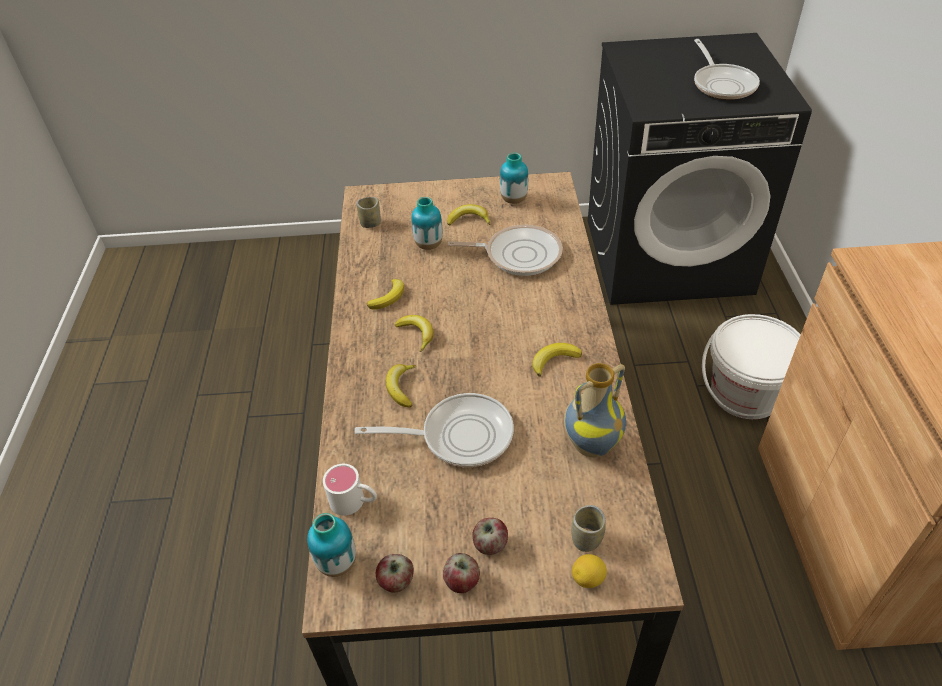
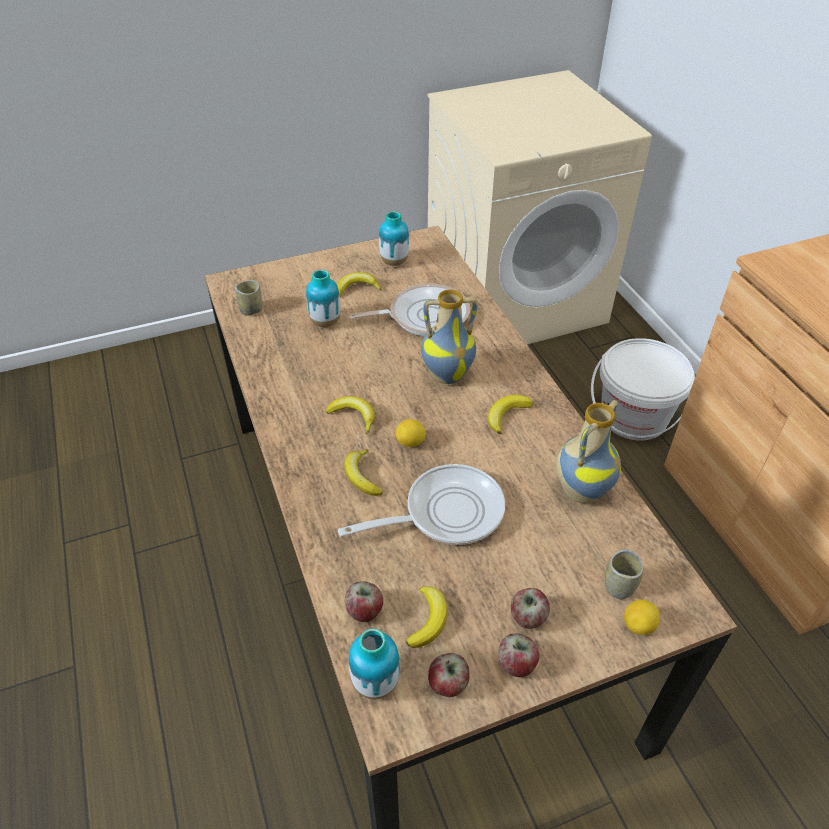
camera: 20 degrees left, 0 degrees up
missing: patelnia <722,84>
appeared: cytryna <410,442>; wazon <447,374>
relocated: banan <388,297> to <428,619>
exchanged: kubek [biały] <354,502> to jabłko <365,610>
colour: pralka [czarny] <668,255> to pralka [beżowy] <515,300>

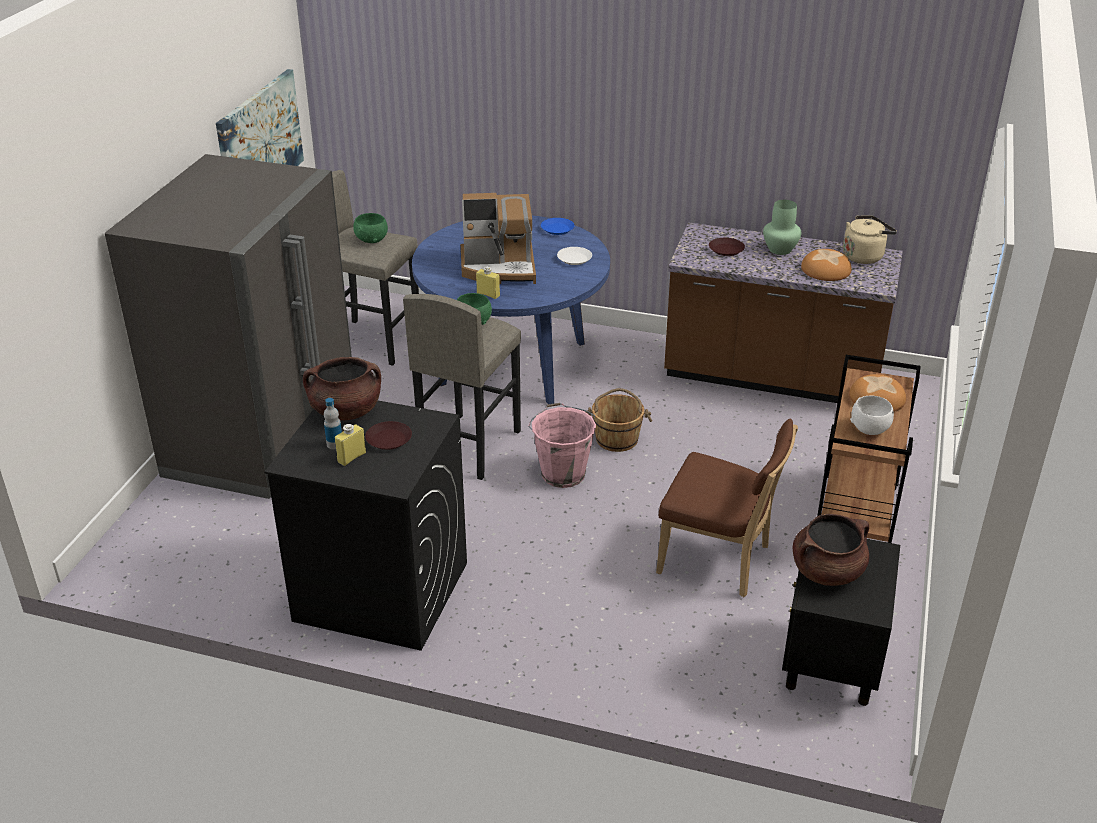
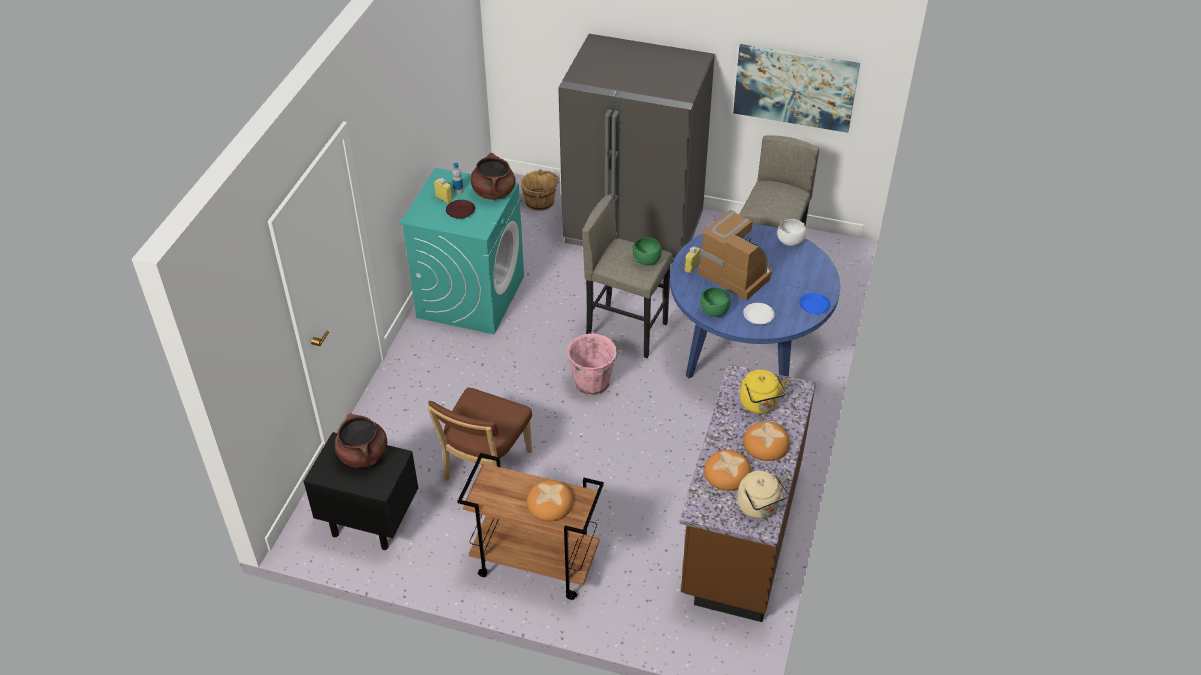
camera: 90 degrees right, 10 degrees up
relocated: miska [zielony] <372,240> to <714,311>; wiadro [brązowy] <617,438> to <540,201>; miska [biały] <870,429> to <789,241>
exchanged: talerz [brązowy] <726,250> to czajnik [żółty] <760,404>; wazon [zielony] <780,249> to chleb <766,444>
colour: pralka [czarny] <380,592> to pralka [turkusowy] <470,296>
spun: ekspres do kawy <499,268> = <736,272> 135 degrees clockwise

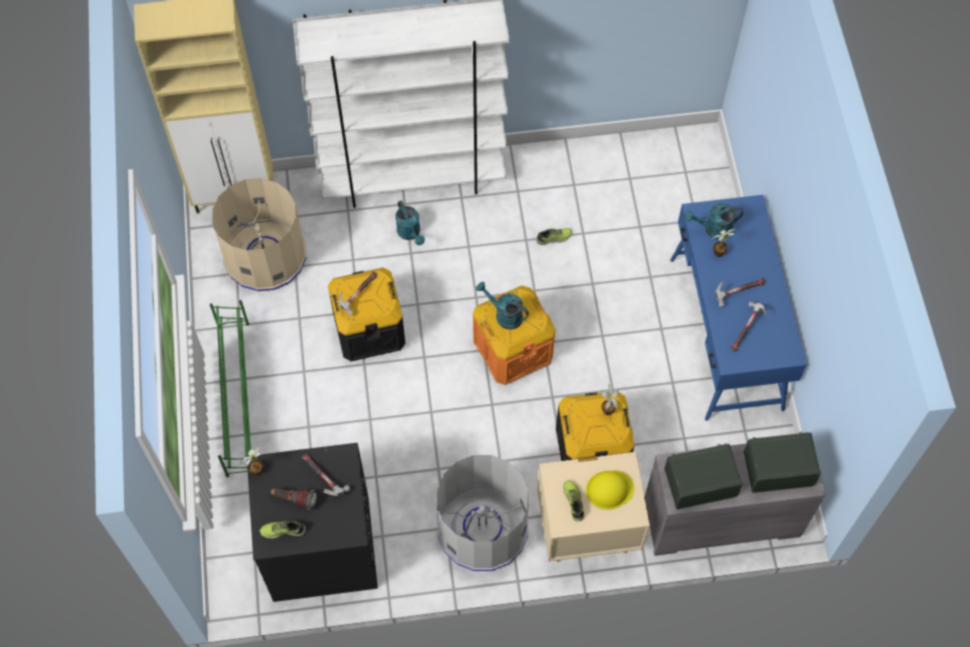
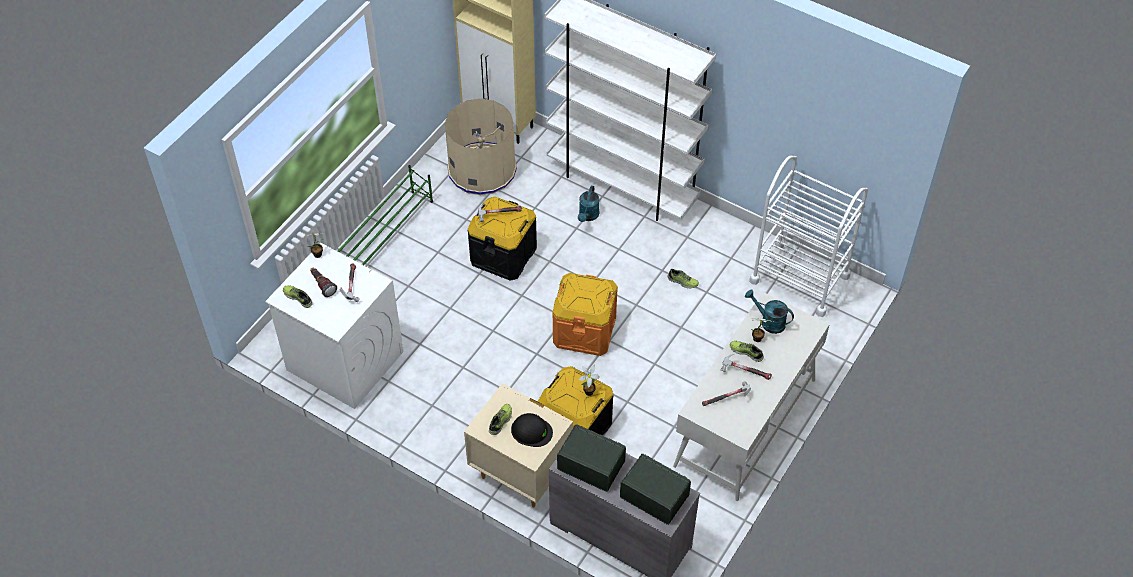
camera: 40 degrees right, 10 degrees down
missing: kosz na śmieci [szary] <482,528>; konewka [turkusowy] <504,315>
appeared: but <746,352>; wózek [biały] <799,278>
colour: pralka [czarny] <320,548> to pralka [biały] <344,360>; kask [żółty] <609,489> to kask [czarny] <531,431>; biurko [niebieski] <725,333> to biurko [biały] <745,422>

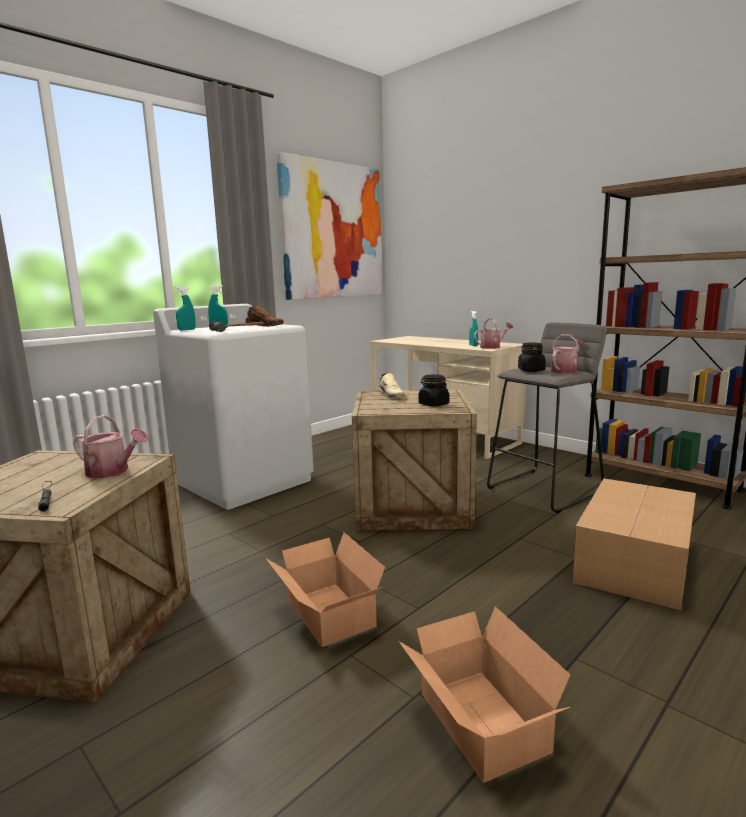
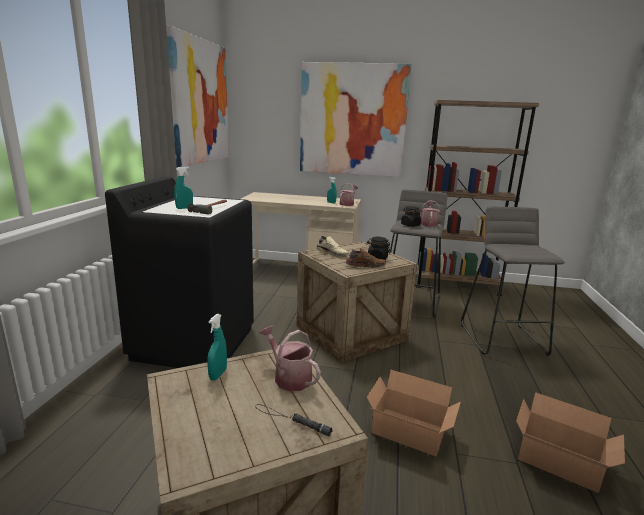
camera: 35 degrees left, 5 degrees up
appeared: obraz <352,120>
relocated: spryskiwacz [turkusowy] <187,330> to <218,375>; but [brązowy] <265,325> to <365,265>
exchanged: karton <635,561> to stołek [szary] <503,339>
colour: pralka [biały] <244,481> to pralka [czarny] <195,342>
spun: konewka <112,472> = <289,377> 120 degrees counterclockwise

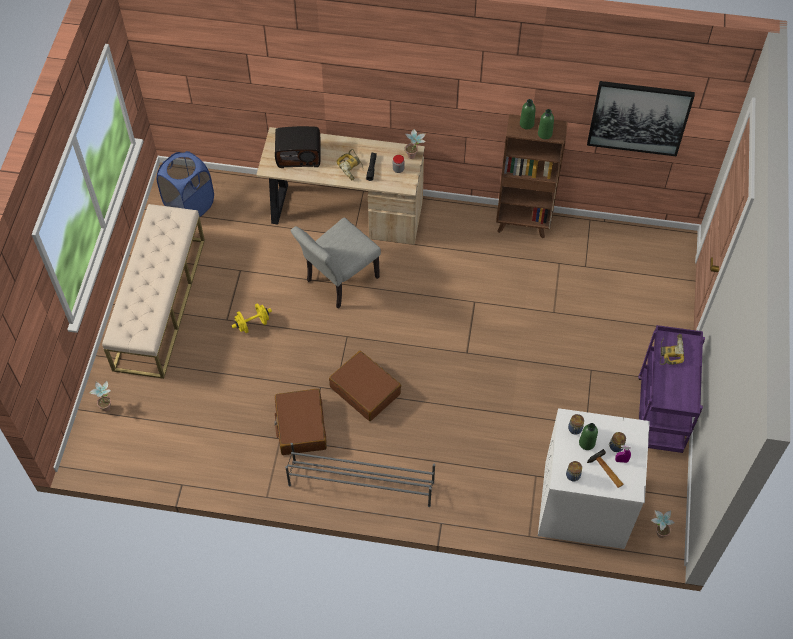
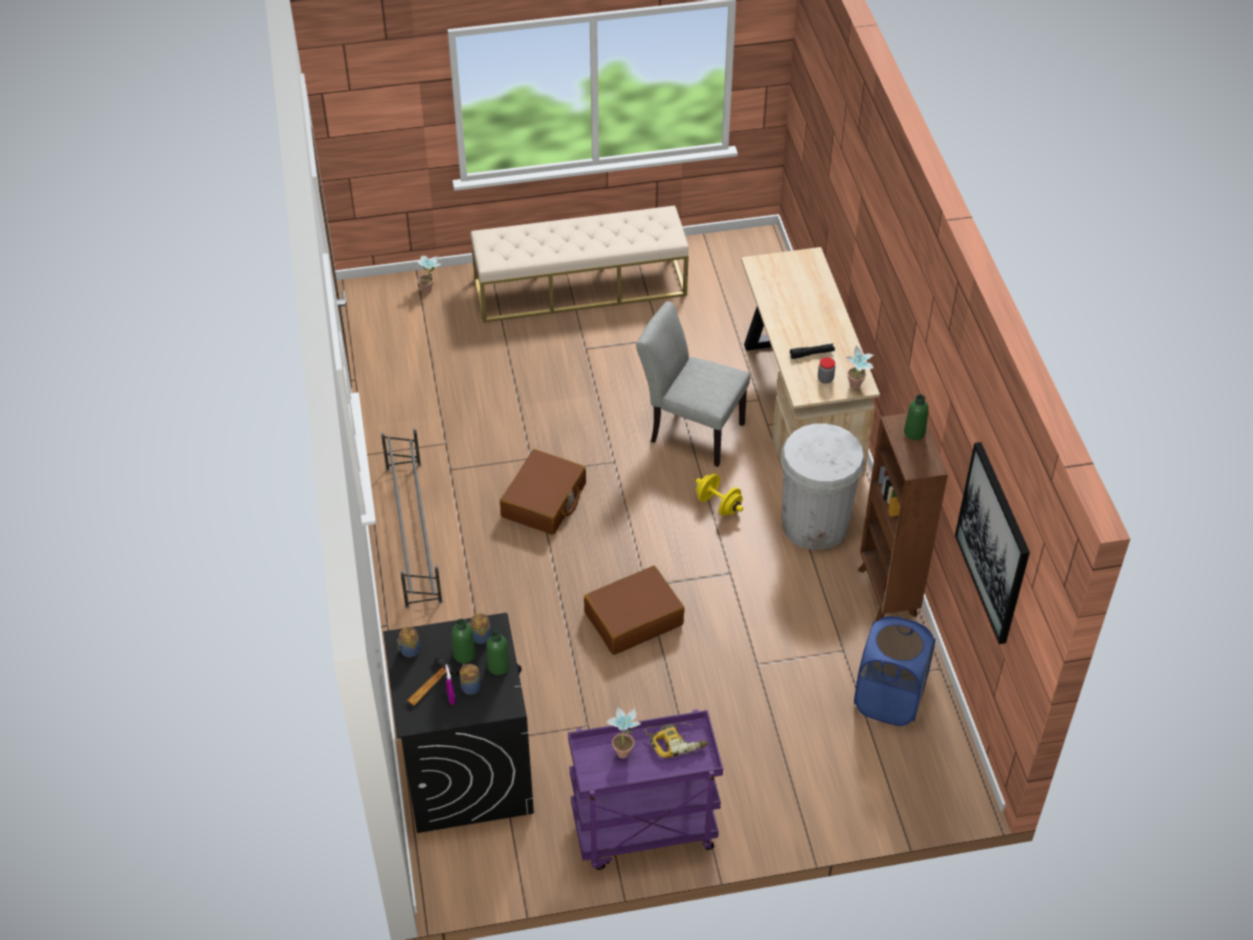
camera: 70 degrees right, 10 degrees down
missing: radio <299,155>; wiertarka <351,167>
appeared: kosz na śmieci [biały] <815,524>
relocated: kosz na pranie [niebieski] <190,206> to <889,699>; hantel [żółty] <252,324> to <718,505>; walizka [brązowy] <300,426> to <633,618>; butelka [zielony] <545,134> to <498,666>; roślina doniczkowa <658,532> to <624,749>
colour: pralka [biały] <583,504> to pralka [czarny] <467,770>

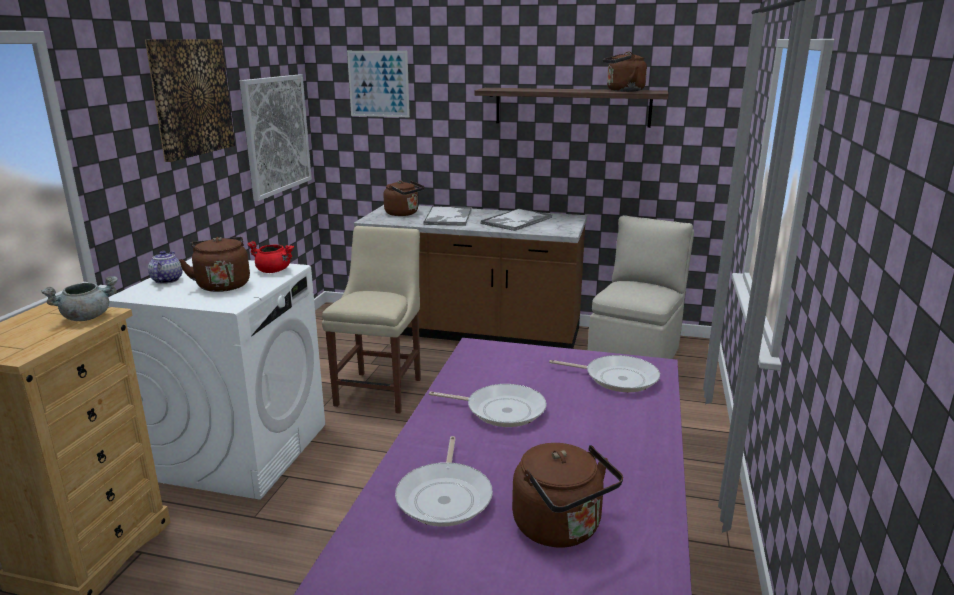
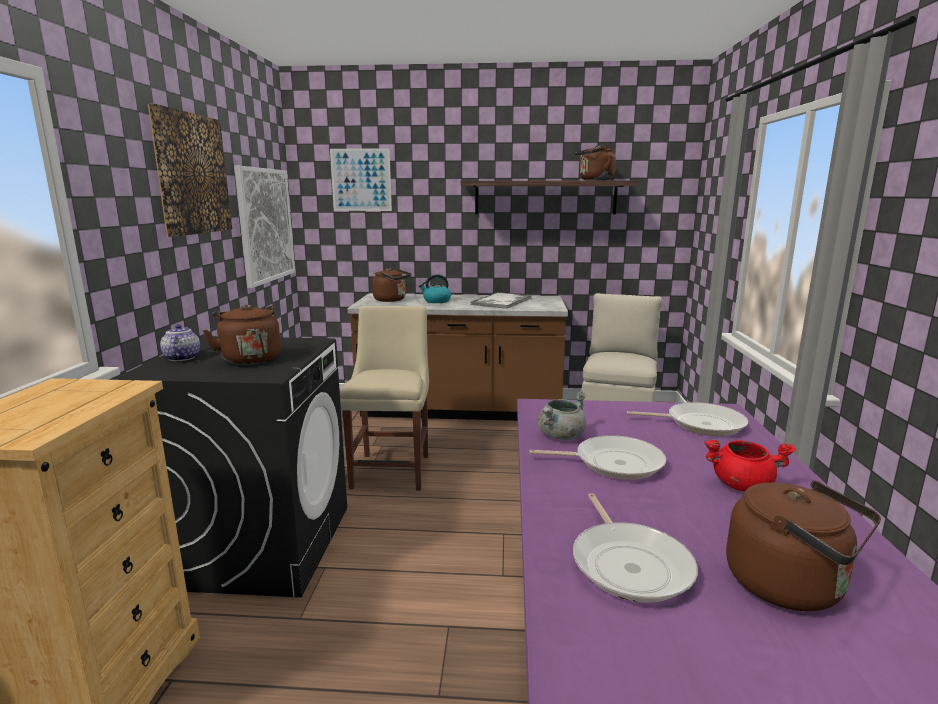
camera: 10 degrees left, 5 degrees down
relocated: garnek [szary] <87,317> to <561,435>; garnek [czerwony] <274,271> to <742,485>
exchanged: taca <448,217> to czajnik <436,301>
colour: pralka [biały] <240,450> to pralka [czarny] <261,544>

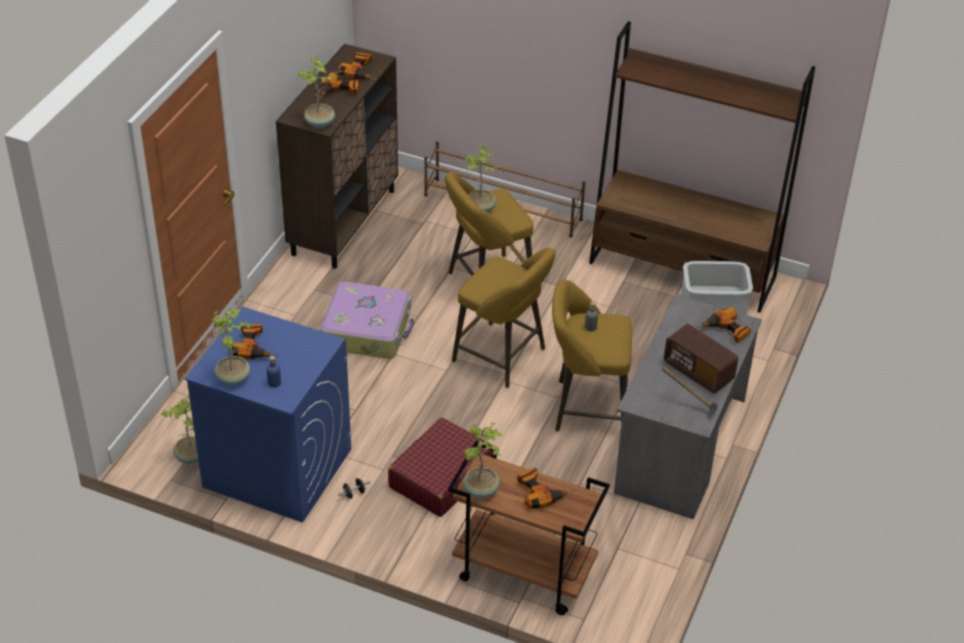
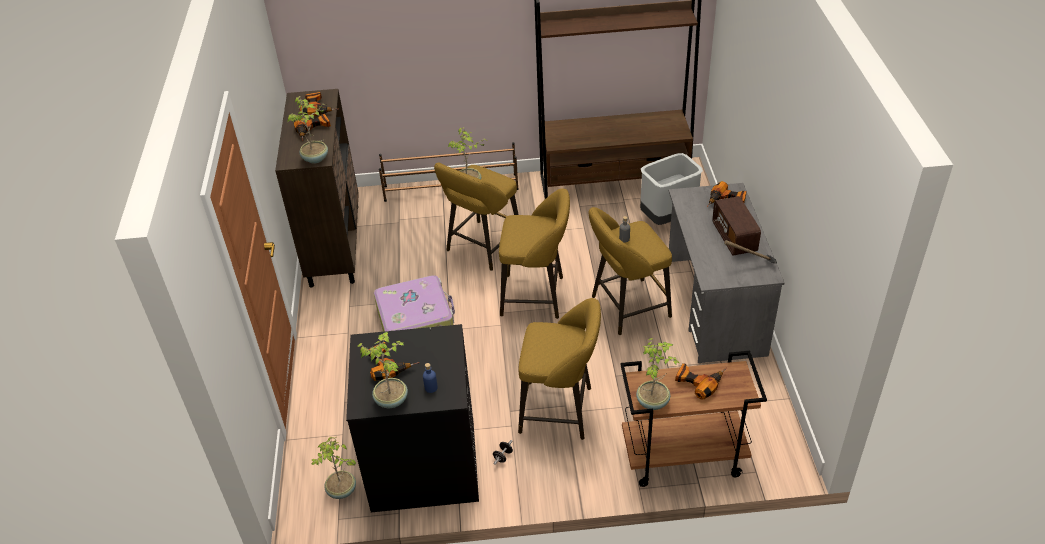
camera: 25 degrees left, 0 degrees up
exchanged: walizka [czerwony] <440,477> to stołek [żółty] <560,411>
colour: pralka [niebieski] <276,468> to pralka [czarny] <423,465>
spun: radio <698,372> = <734,238> 60 degrees clockwise

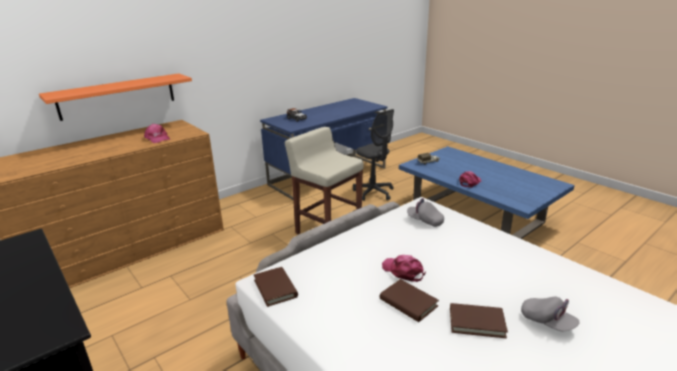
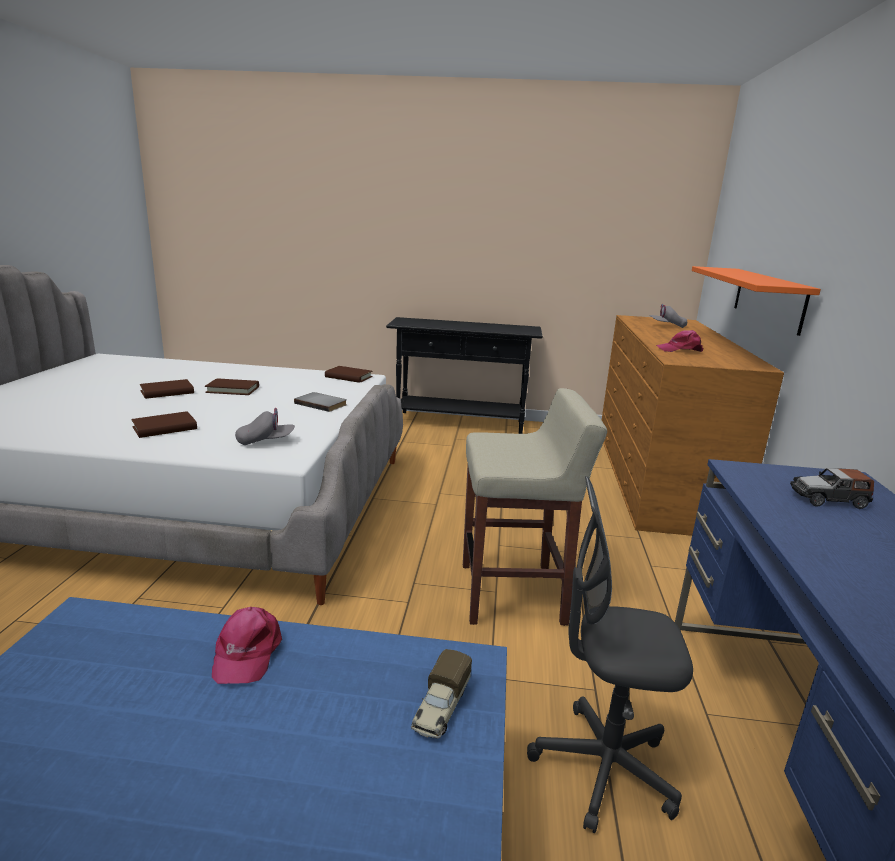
camera: 135 degrees right, 5 degrees down
missing: czapka z daszkiem [różowy] <403,271>
appeared: książka [brązowy] <165,428>; książka [szary] <322,403>
relocated: czapka z daszkiem [szary] <547,322> to <667,326>

